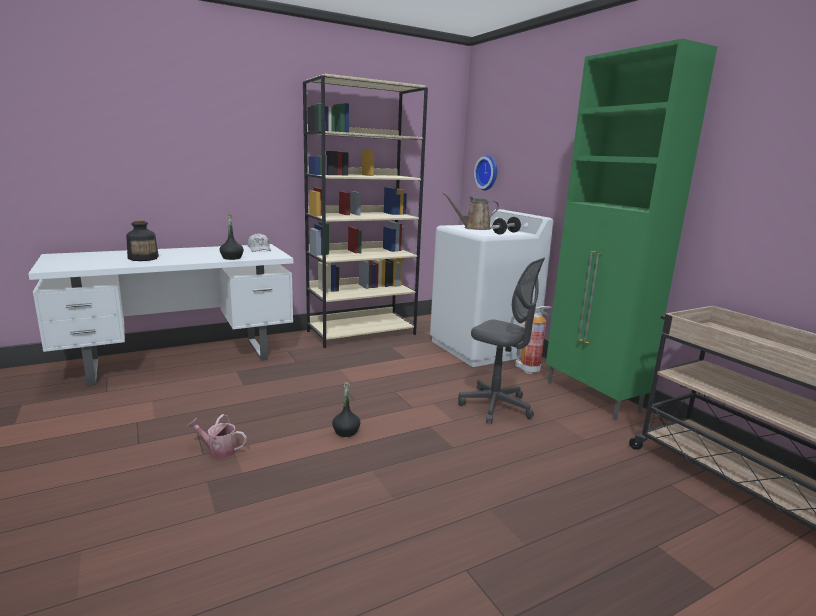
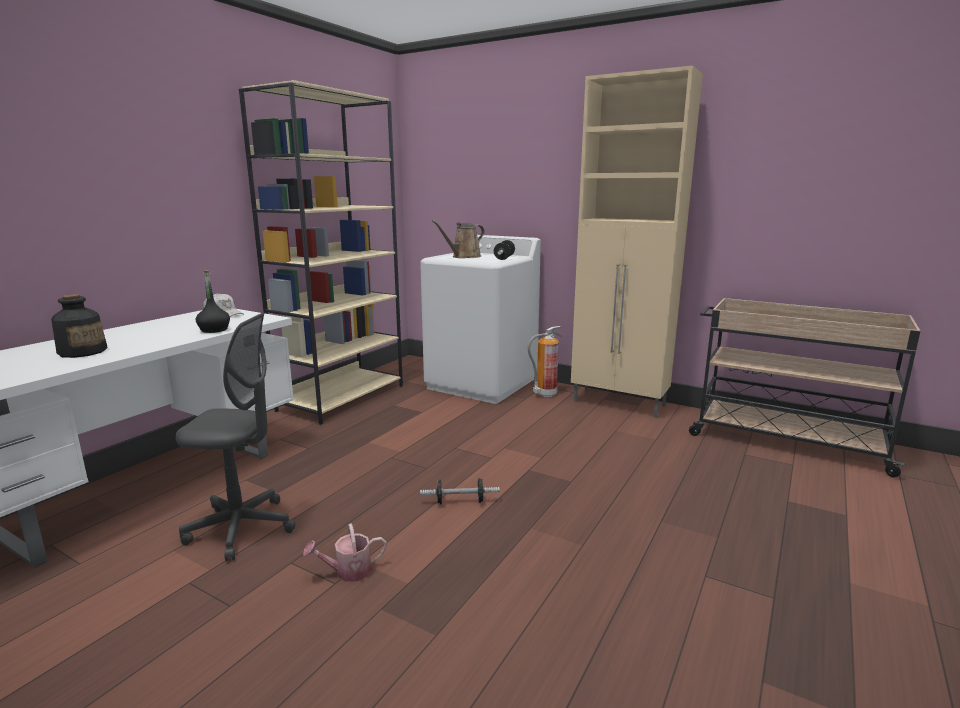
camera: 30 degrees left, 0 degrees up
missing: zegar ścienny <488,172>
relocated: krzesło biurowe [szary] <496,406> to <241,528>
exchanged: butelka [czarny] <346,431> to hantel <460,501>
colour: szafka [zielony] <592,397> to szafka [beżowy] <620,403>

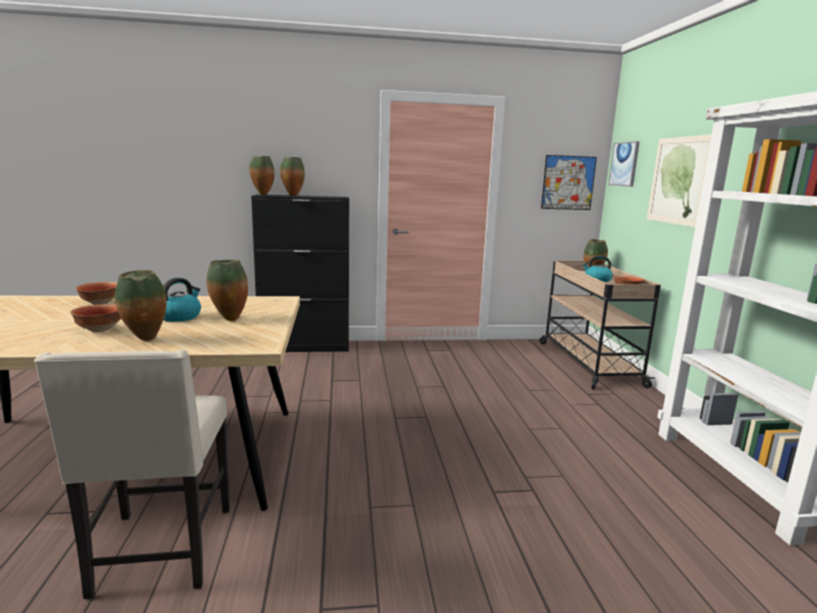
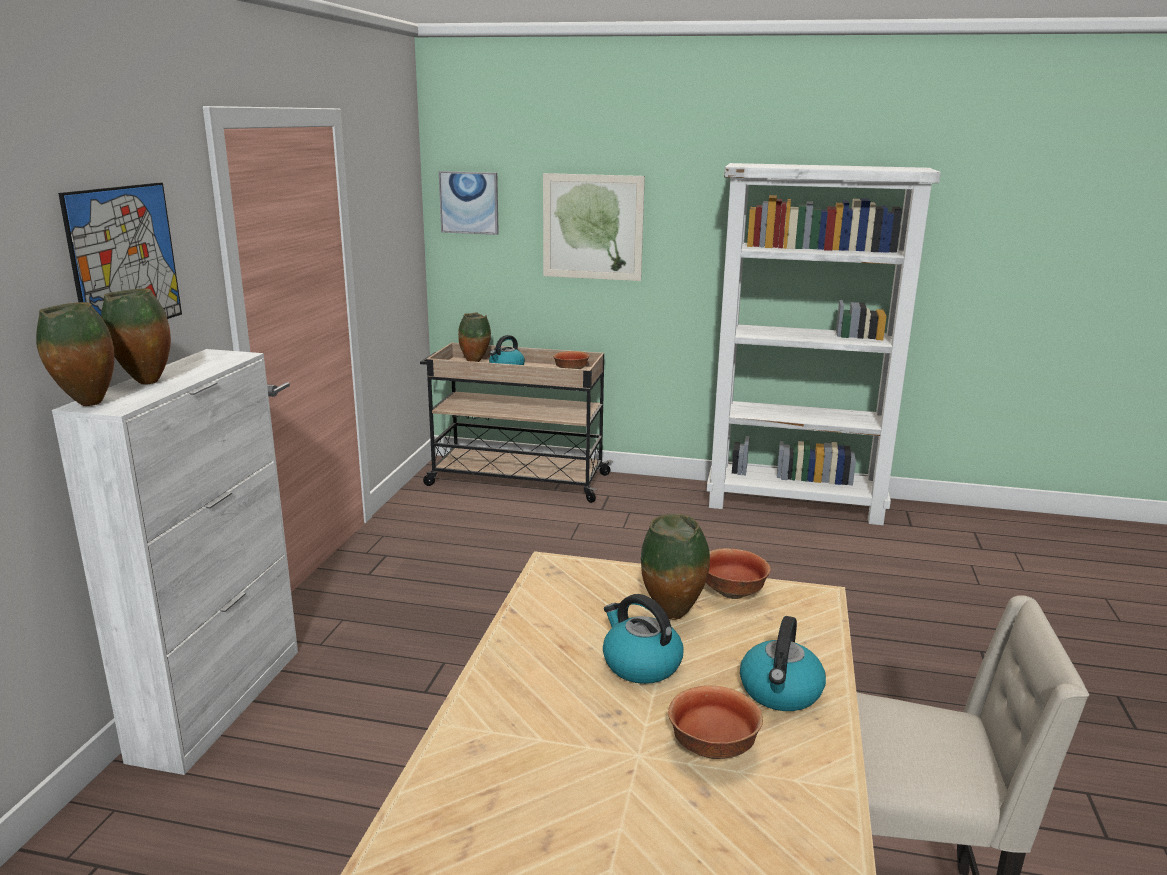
camera: 70 degrees left, 5 degrees up
relocated: miska <101,303> to <733,592>; obraz <568,183> to <124,259>
exchanged: wazon <146,340> to czajnik <780,692>
colour: szafka [czarny] <305,347> to szafka [biały] <220,702>

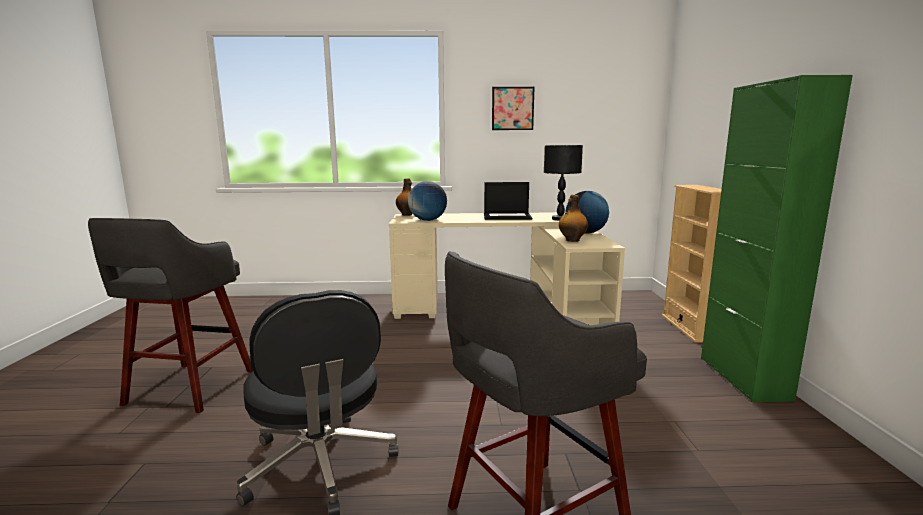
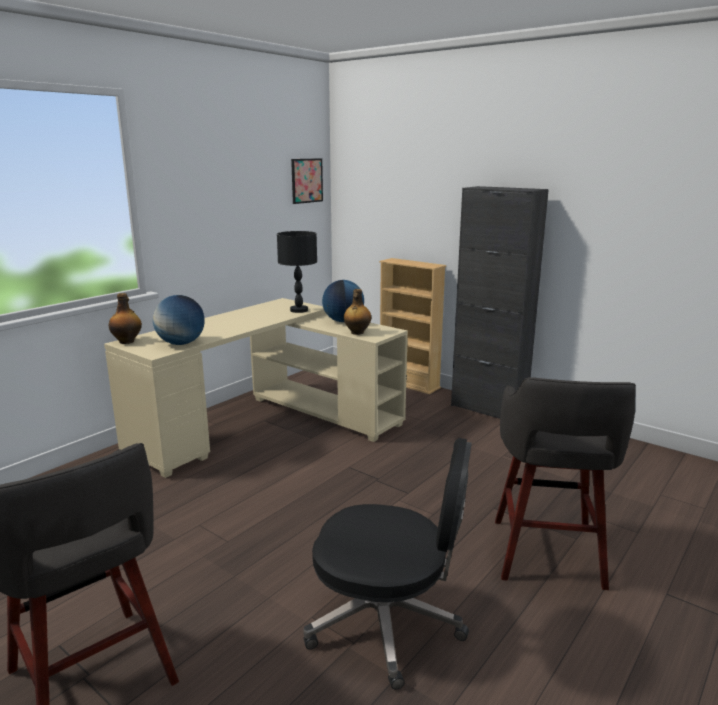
camera: 50 degrees left, 5 degrees up
missing: laptop <507,217>
relocated: obraz <512,108> to <306,180>
colour: szafka [zielony] <743,378> to szafka [czarny] <488,409>

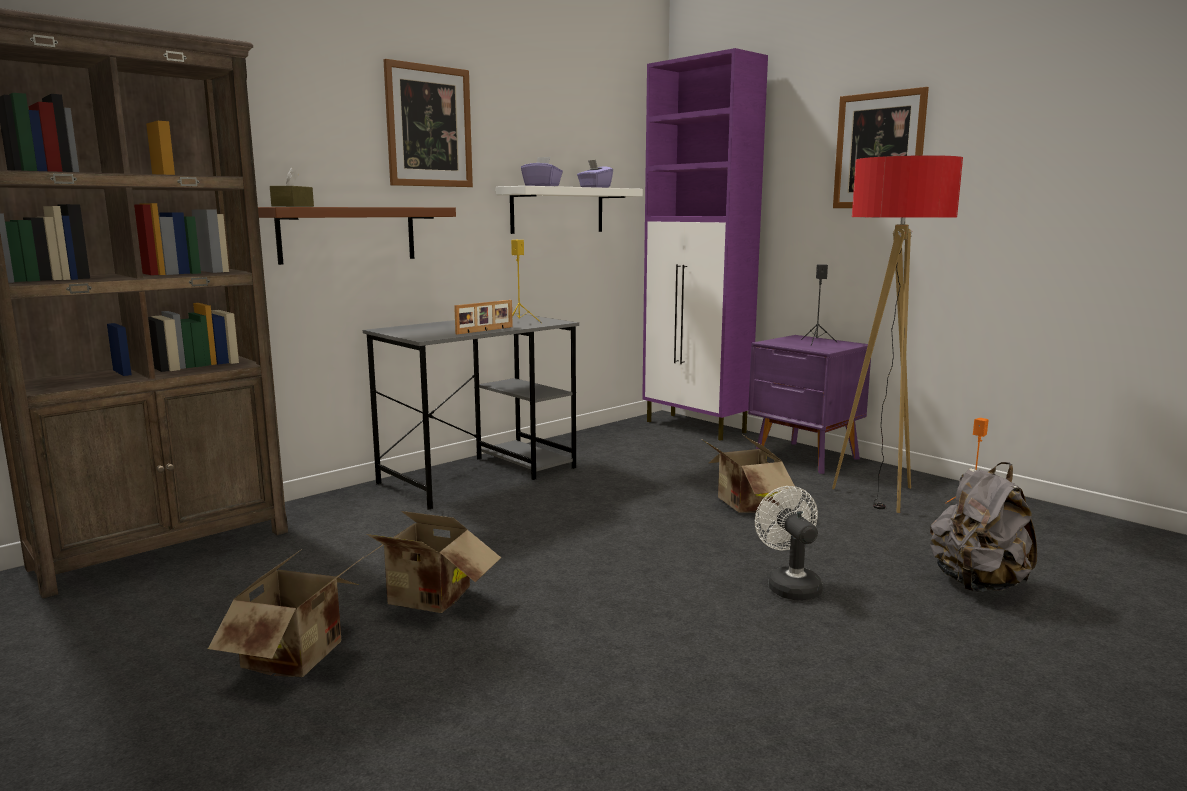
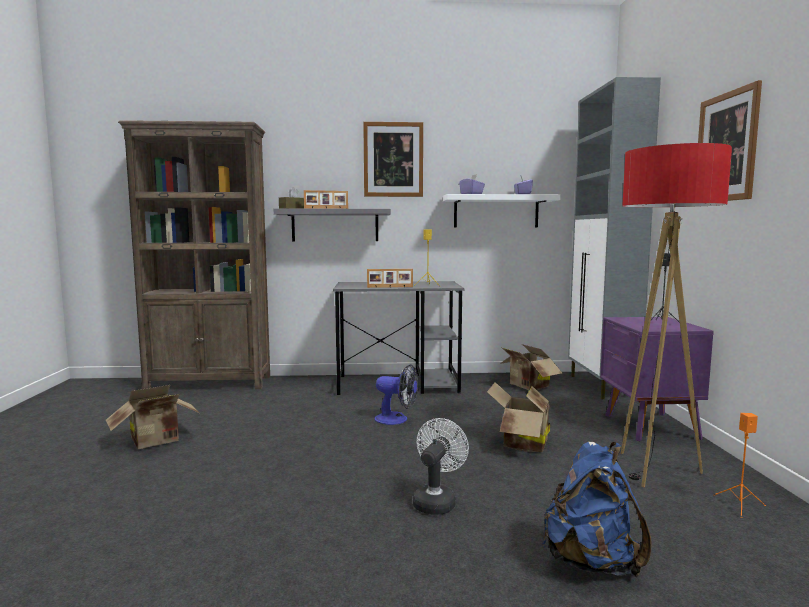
camera: 40 degrees right, 5 degrees down
appeared: ramka na zdjęcie <326,208>; wentylator <397,419>
relocated: karton <428,601> to <527,387>
colour: półka [brązowy] <348,234> to półka [szary] <335,225>; szafka [fioletowy] <696,427> to szafka [szary] <601,387>; plecak [szary] <978,584> to plecak [niebieski] <591,561>

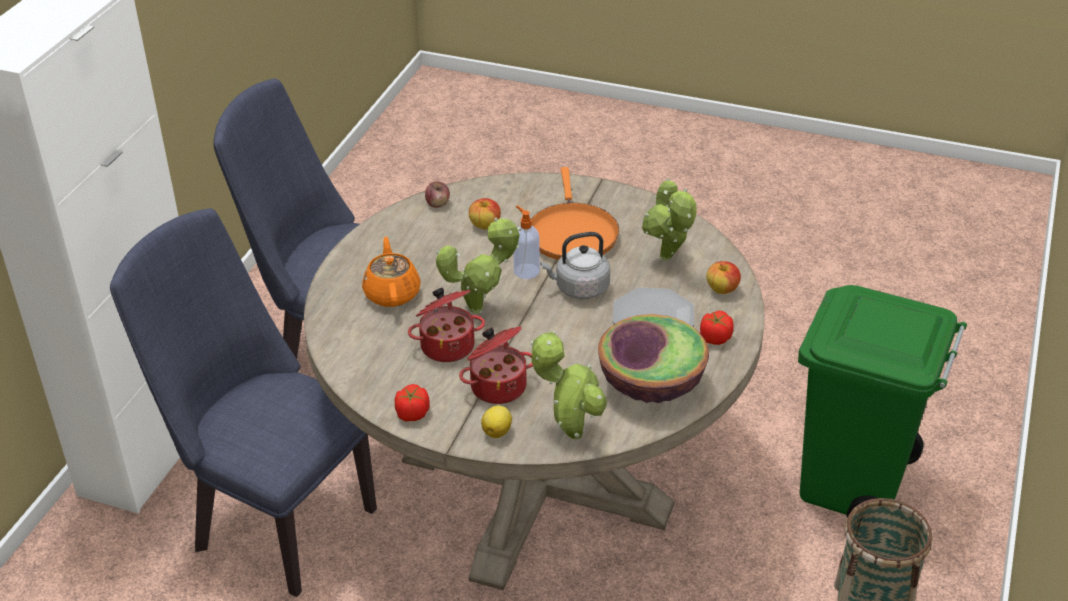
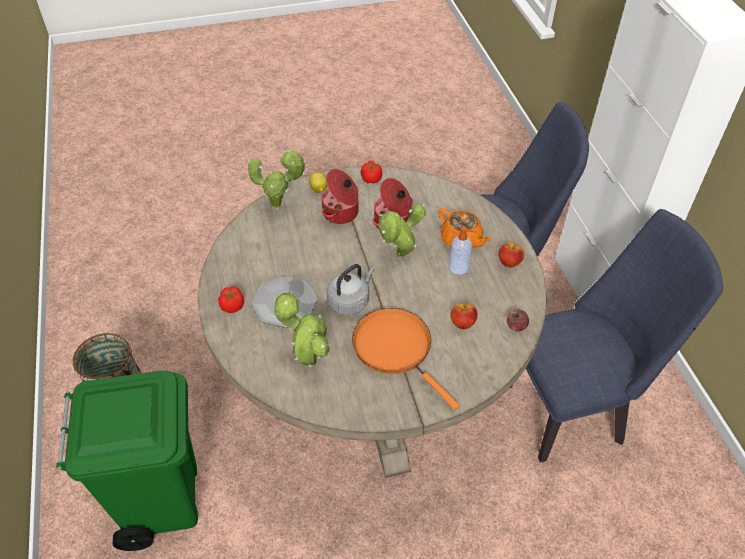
camera: 145 degrees right, 10 degrees up
missing: miska <651,384>
relocated: dozownik mydła <526,271> to <459,267>; jabłko <722,290> to <509,262>

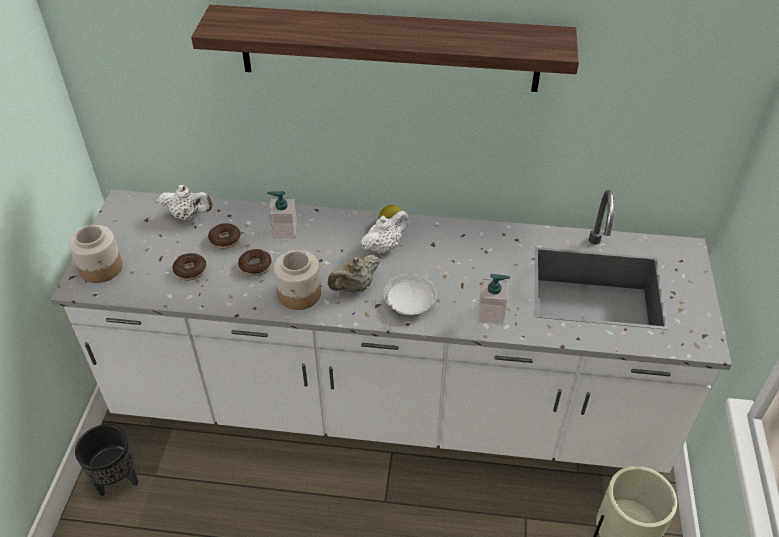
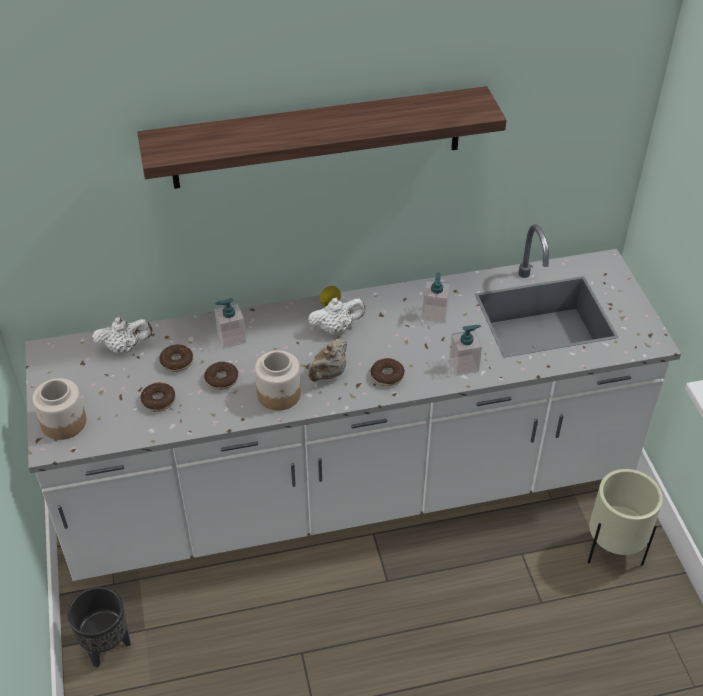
camera: 20 degrees left, 0 degrees up
appeared: dozownik mydła <435,314>
exchanged: talerz [biały] <409,304> to donut <387,376>
spun: imbryk [biały] <384,246> = <336,328> 45 degrees clockwise

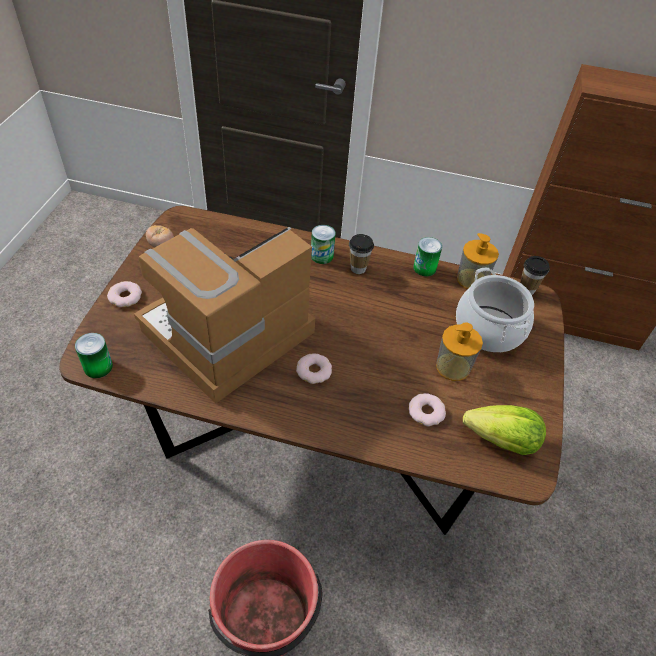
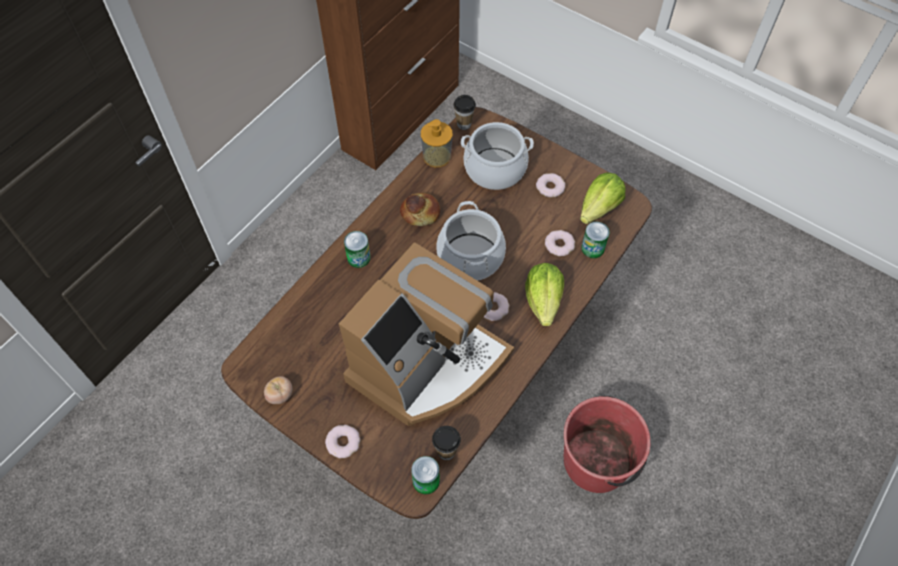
camera: 65 degrees left, 10 degrees up
missing: dozownik mydła <453,367>
appeared: chleb <420,213>; garnek <471,256>; sałata <543,301>; donut <550,187>
relocated: filiżanka <358,268> to <446,452>; puszka <424,268> to <592,248>
spun: ekspres do kawy <227,334> = <427,364> 120 degrees counterclockwise

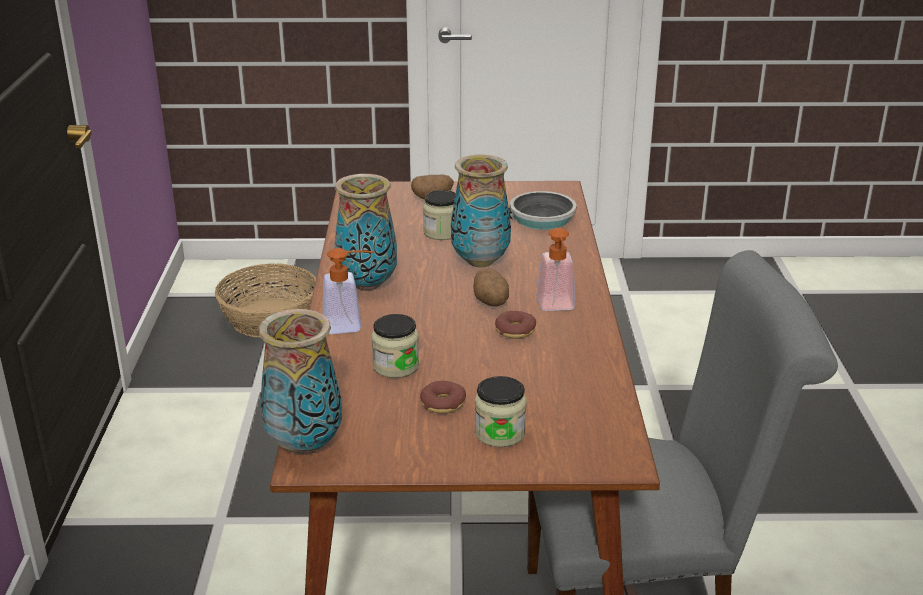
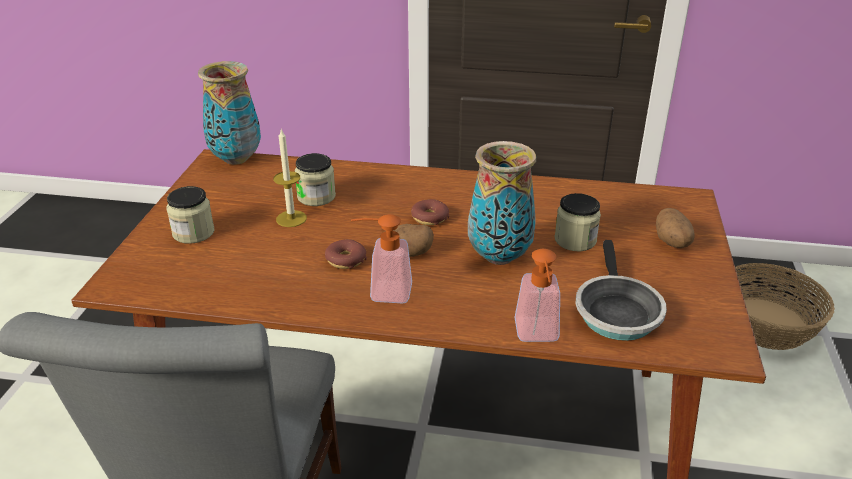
camera: 100 degrees right, 5 degrees up
missing: wazon <367,284>
appeared: świeca <291,218>
relocated: dozownik mydła <350,325> to <537,336>; donut <442,404> to <429,218>

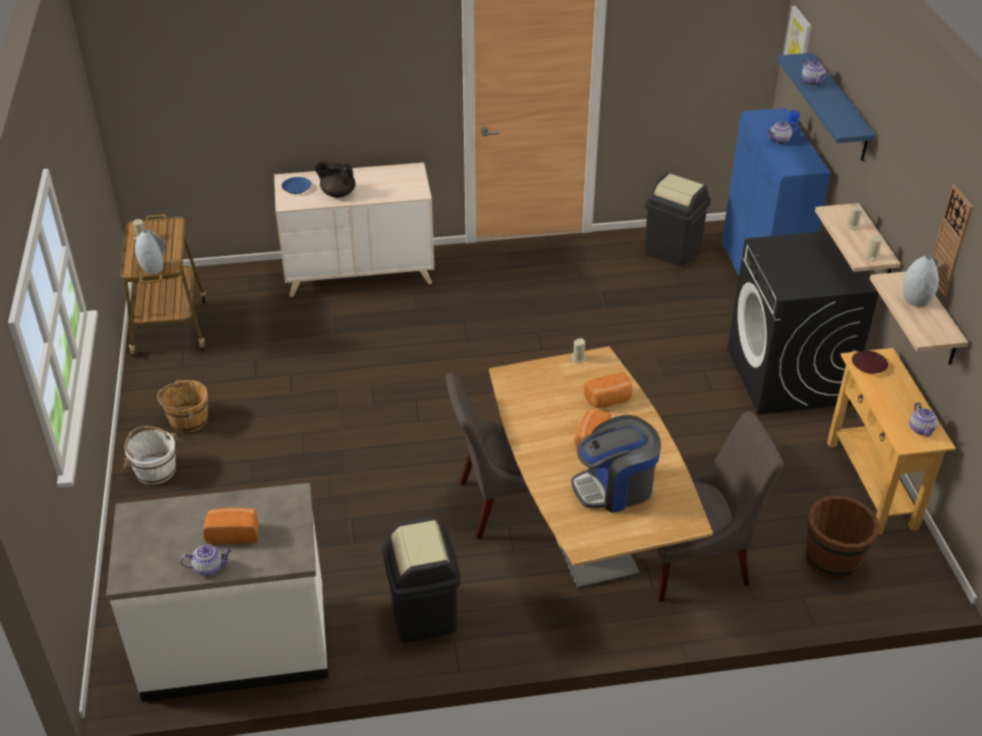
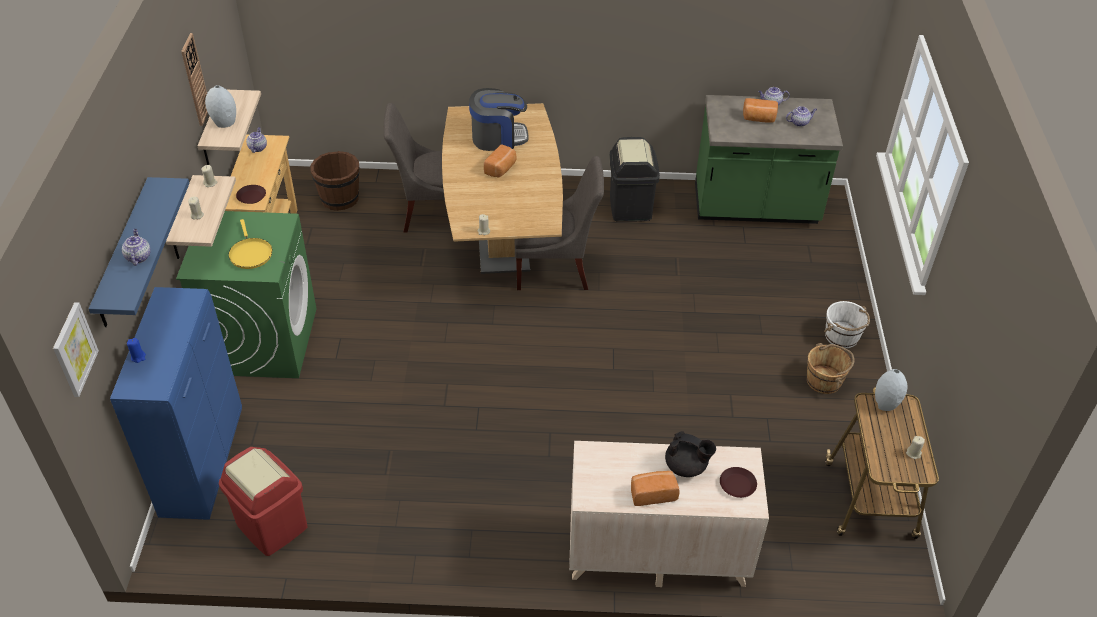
camera: 170 degrees left, 5 degrees up
appeared: patelnia [żółty] <250,253>
relocated: chleb <609,400> to <652,493>; imbryk <779,140> to <799,122>
colour: zabudowa kuchenna [biały] <236,645> to zabudowa kuchenna [zielony] <755,207>; talerz [niebieski] <296,188> to talerz [brązowy] <737,484>; kosz na śmieci [czarny] <672,250> to kosz na śmieci [czerwony] <271,526>; pralka [czarny] <788,377> to pralka [zielony] <263,340>

